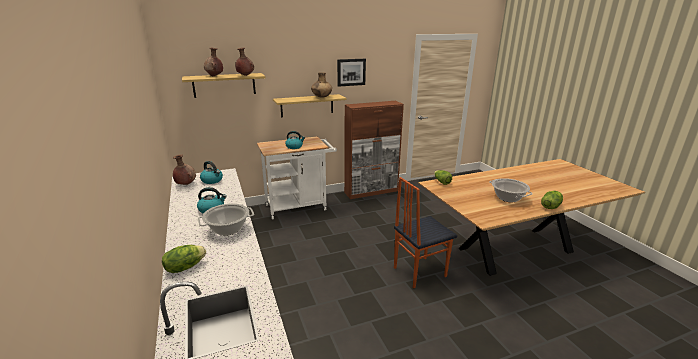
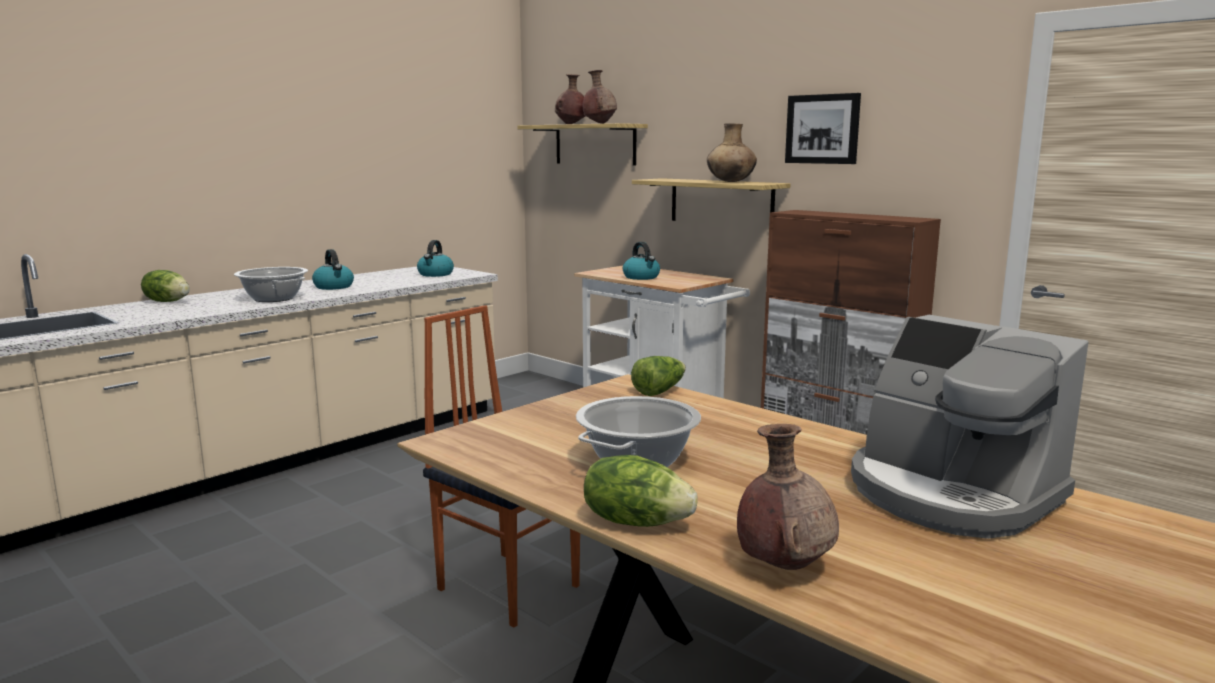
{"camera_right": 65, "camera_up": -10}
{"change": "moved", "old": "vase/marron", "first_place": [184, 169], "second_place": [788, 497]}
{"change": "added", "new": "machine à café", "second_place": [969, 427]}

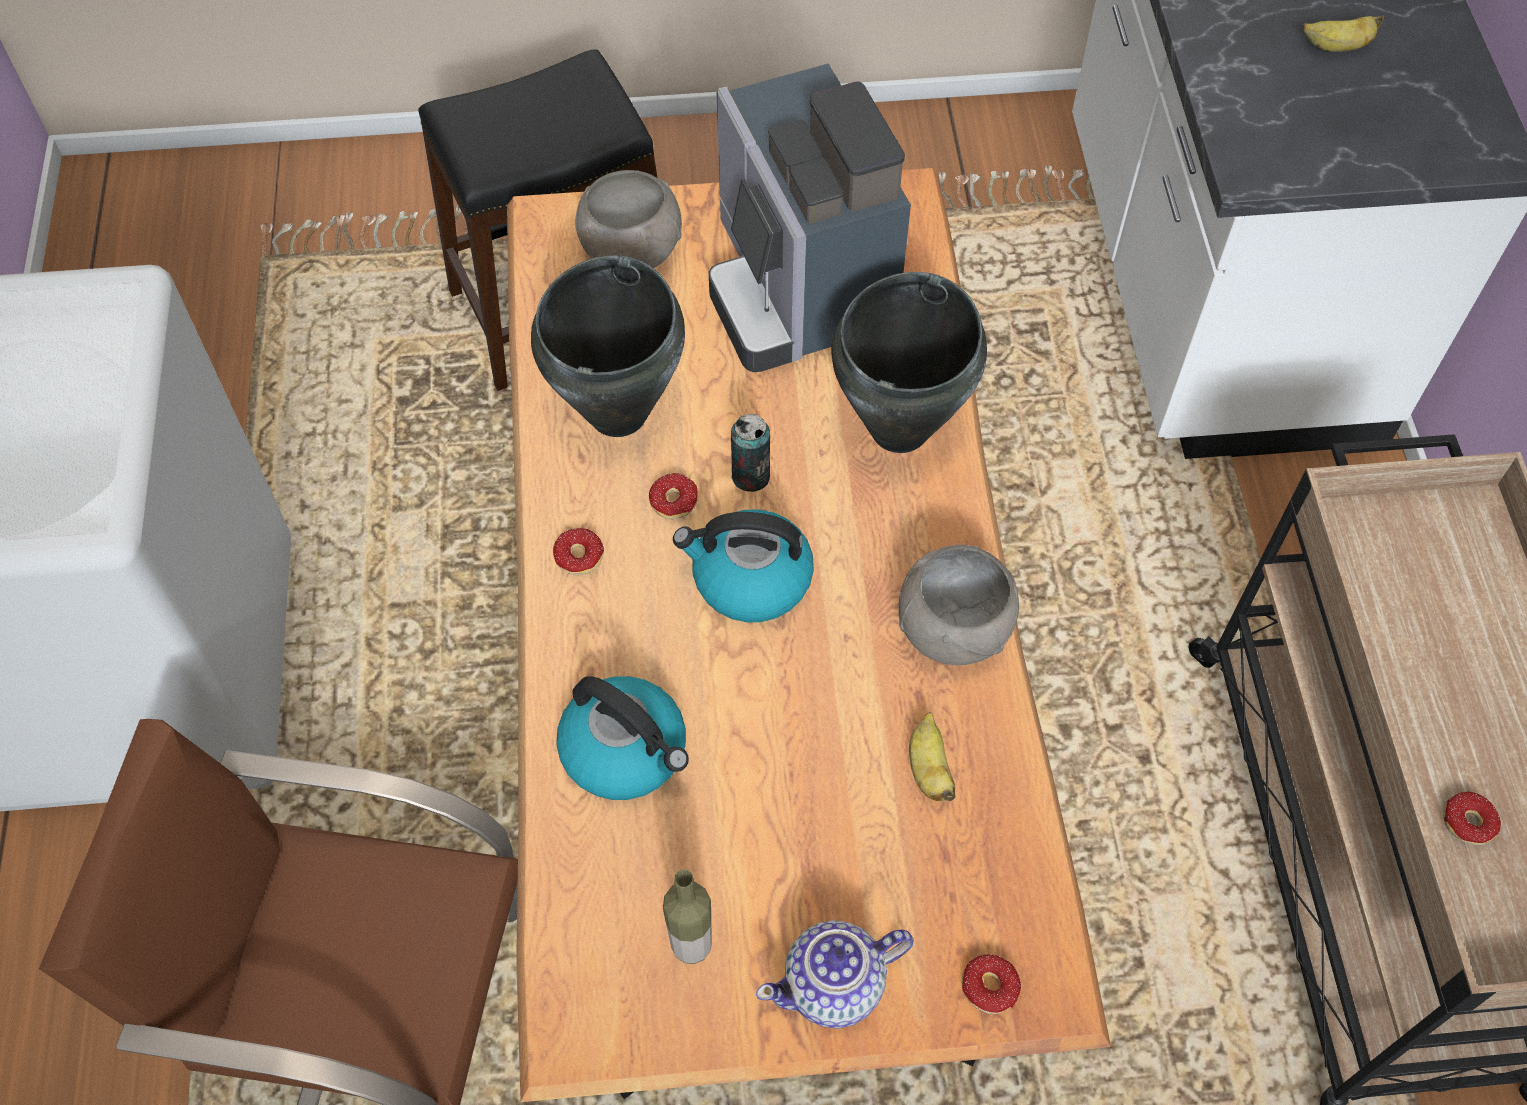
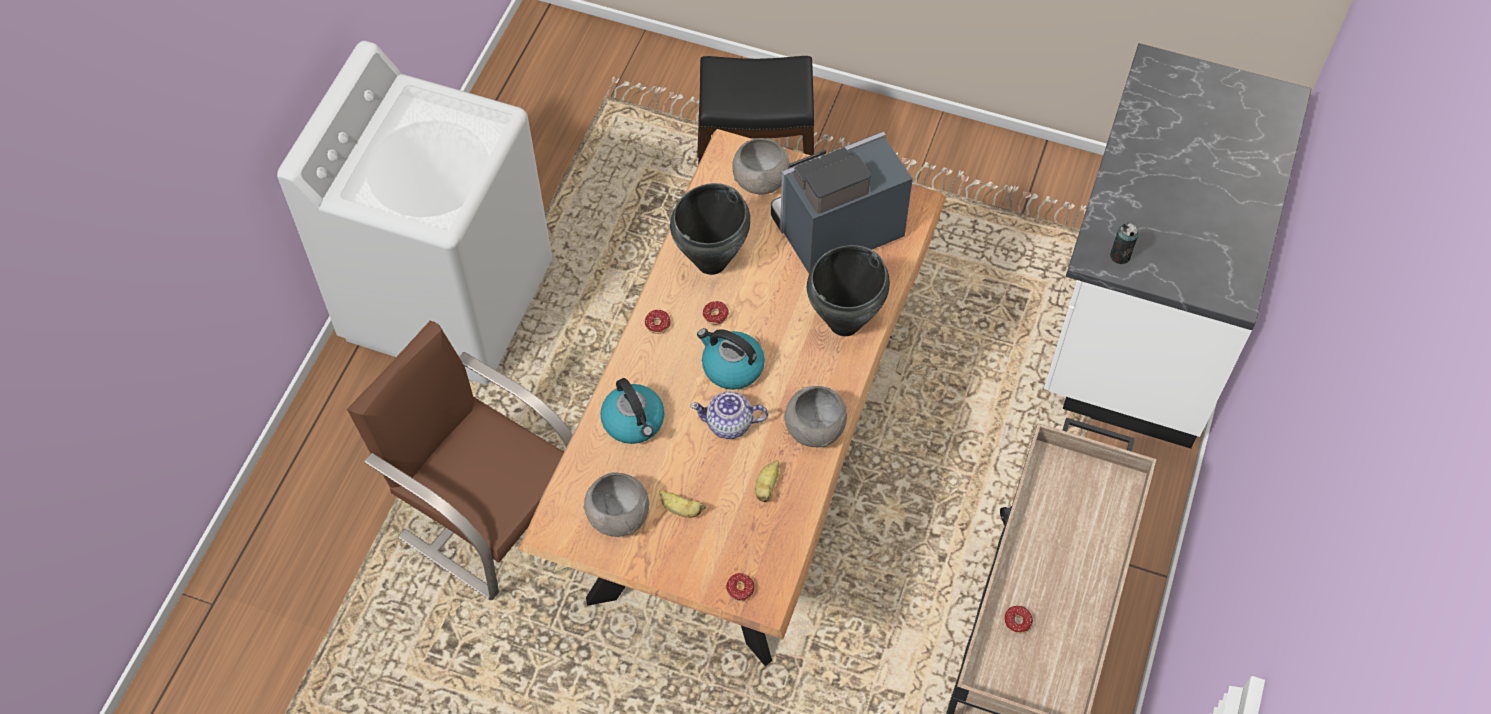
{"camera_right": 25, "camera_up": 0}
{"change": "moved", "old": "banane", "first_place": [1343, 33], "second_place": [682, 504]}
{"change": "turned", "old": "machine à café", "first_place": [810, 217], "second_place": [842, 202], "degrees": 60}
{"change": "moved", "old": "boîte métallique", "first_place": [750, 453], "second_place": [1124, 243]}
{"change": "replaced", "old": "bouteille", "new": "bol/gris", "first_place": [687, 916], "second_place": [616, 504]}
{"change": "moved", "old": "théière", "first_place": [835, 974], "second_place": [729, 415]}

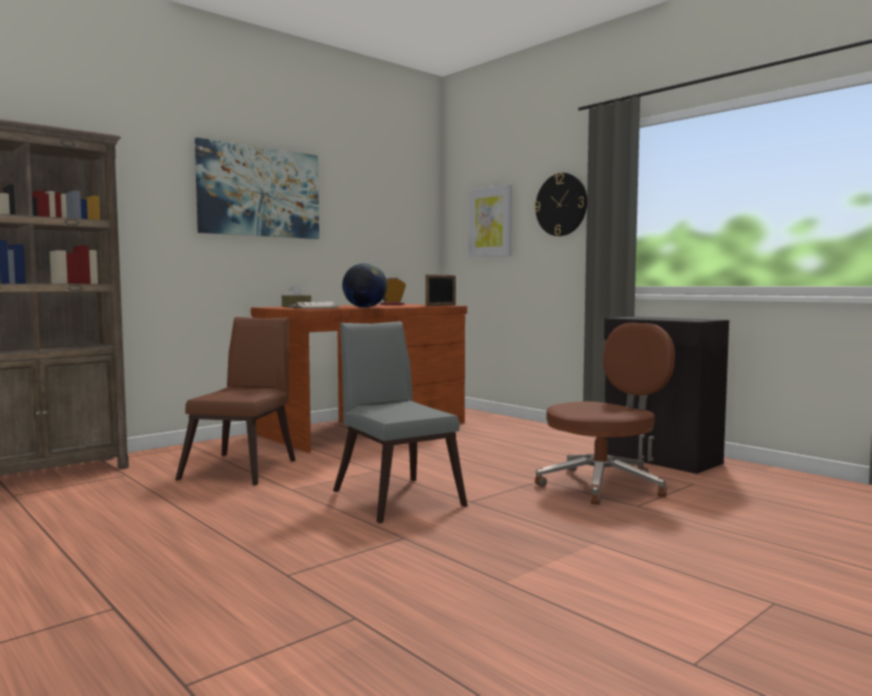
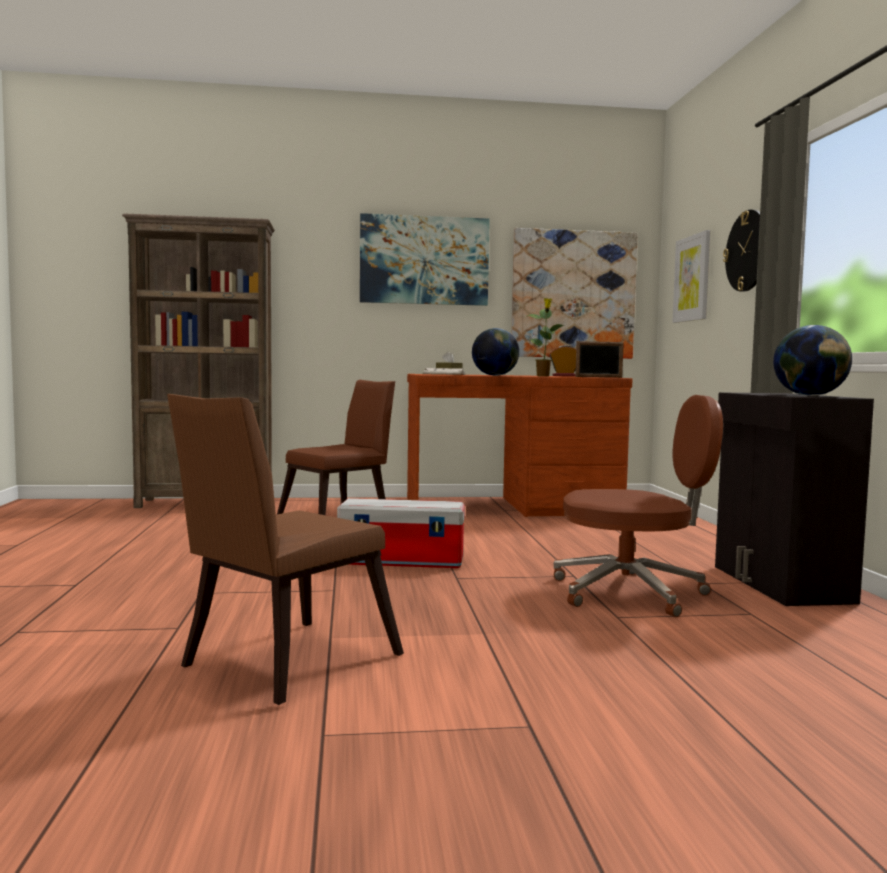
{"camera_right": 35, "camera_up": 0}
{"change": "replaced", "old": "chaise/gris", "new": "boîte de rangement", "first_place": [400, 422], "second_place": [401, 533]}
{"change": "added", "new": "tableau", "second_place": [574, 293]}
{"change": "added", "new": "plante en pot", "second_place": [545, 337]}
{"change": "added", "new": "globe", "second_place": [812, 360]}
{"change": "added", "new": "chaise/marron", "second_place": [285, 549]}

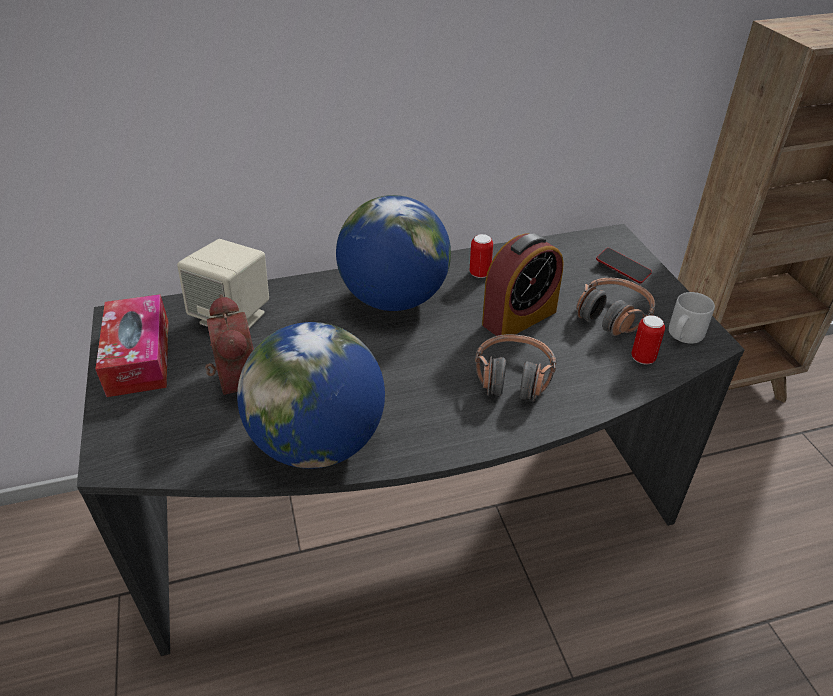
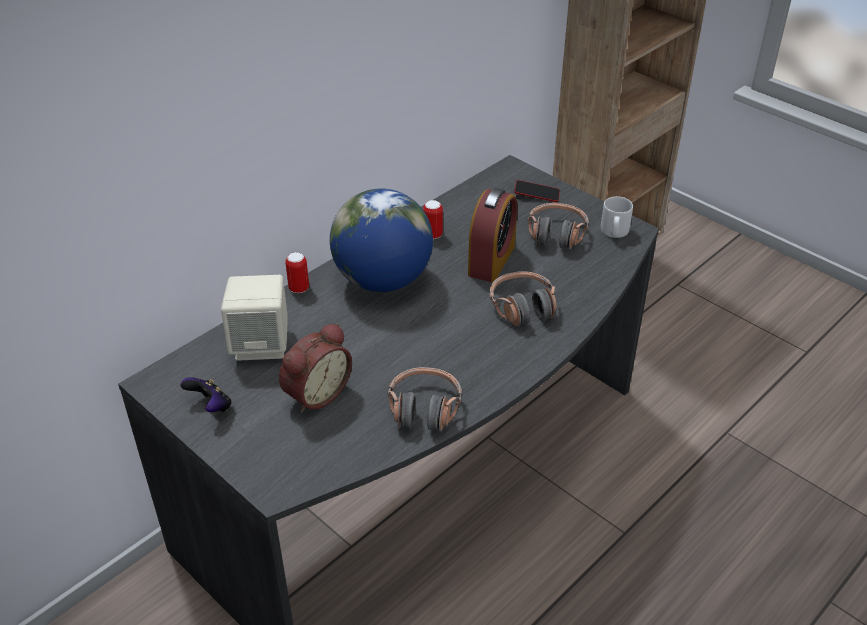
{"camera_right": -30, "camera_up": 0}
{"change": "replaced", "old": "boîte à mouchoirs", "new": "manette", "first_place": [131, 345], "second_place": [206, 394]}
{"change": "turned", "old": "réveil", "first_place": [229, 344], "second_place": [315, 368], "degrees": 90}
{"change": "moved", "old": "boîte métallique", "first_place": [648, 340], "second_place": [297, 272]}
{"change": "replaced", "old": "globe", "new": "casque audio", "first_place": [311, 395], "second_place": [425, 399]}

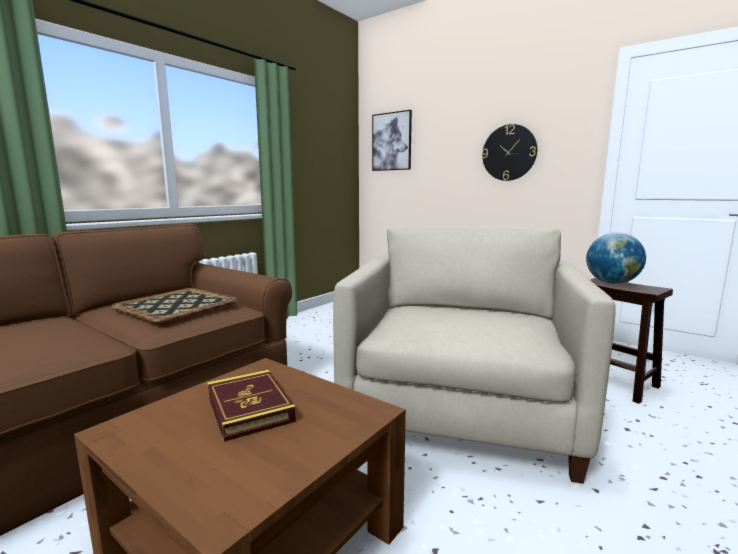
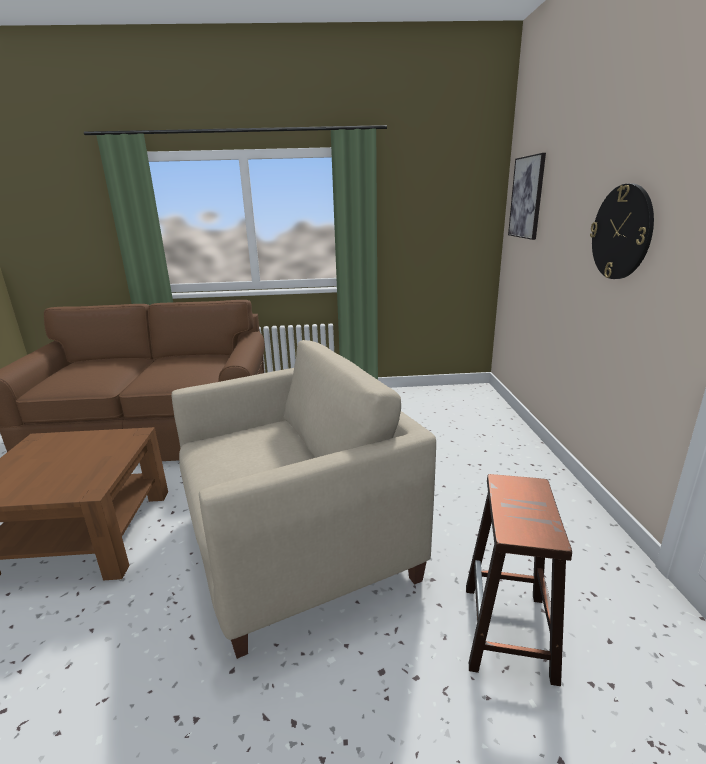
{"camera_right": 50, "camera_up": 10}
{"change": "removed", "old": "globe", "first_place": [616, 258]}
{"change": "removed", "old": "plateau", "first_place": [175, 305]}
{"change": "removed", "old": "livre", "first_place": [251, 406]}

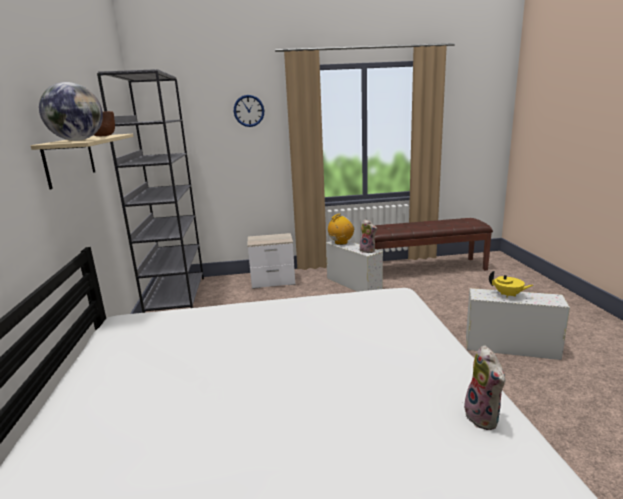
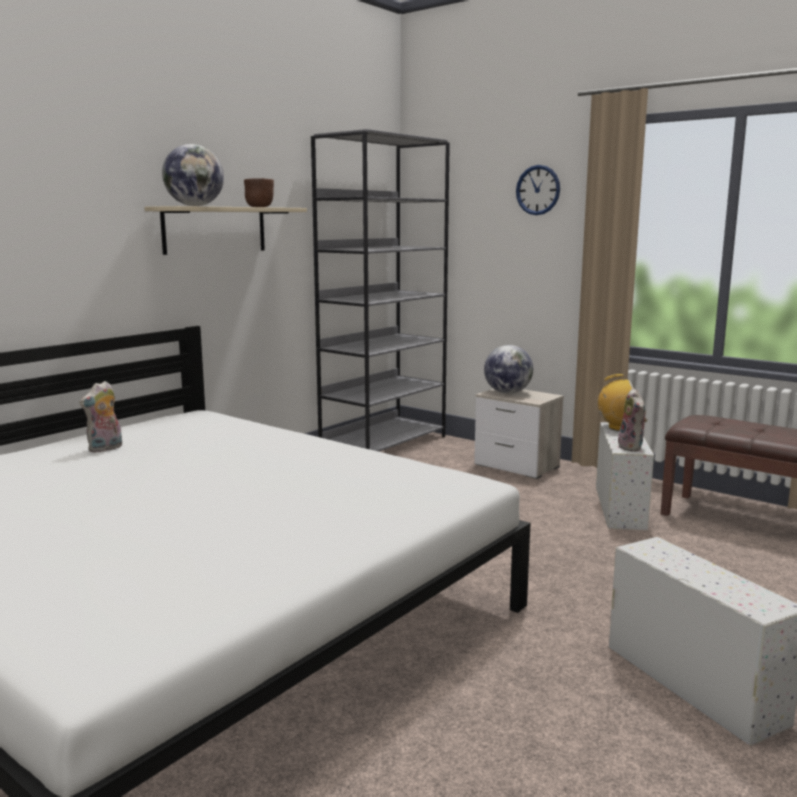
{"camera_right": 45, "camera_up": -5}
{"change": "removed", "old": "théière/jaune", "first_place": [511, 283]}
{"change": "moved", "old": "peluche", "first_place": [484, 387], "second_place": [100, 417]}
{"change": "added", "new": "globe", "second_place": [508, 369]}

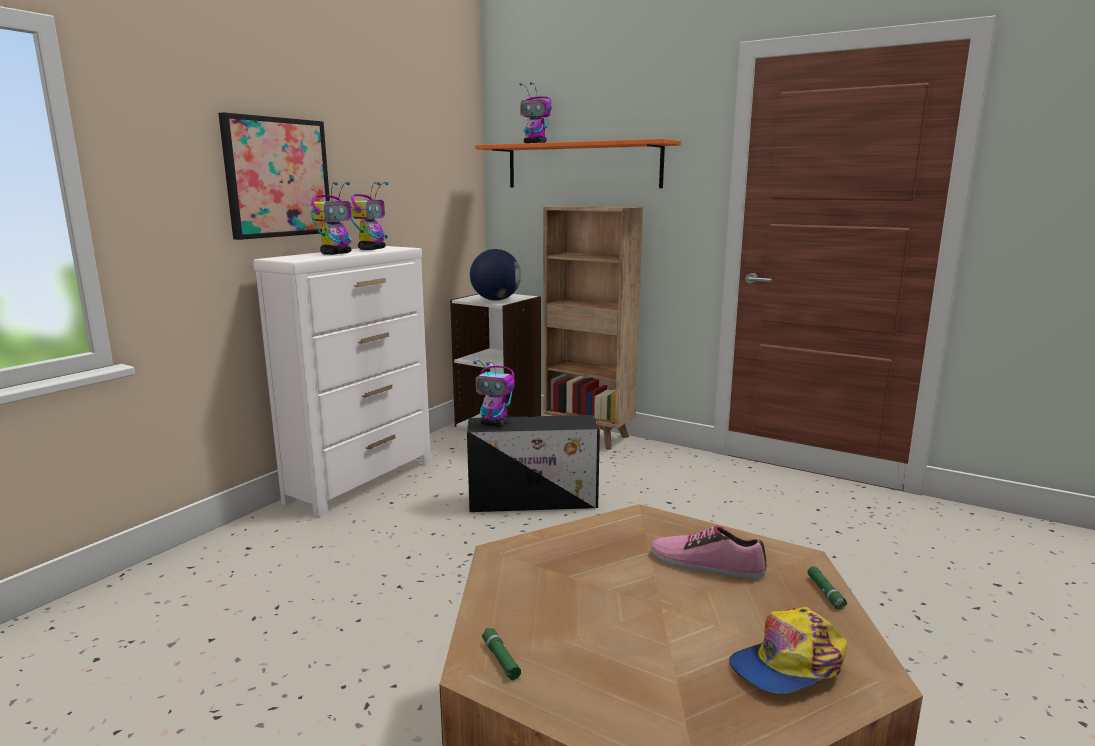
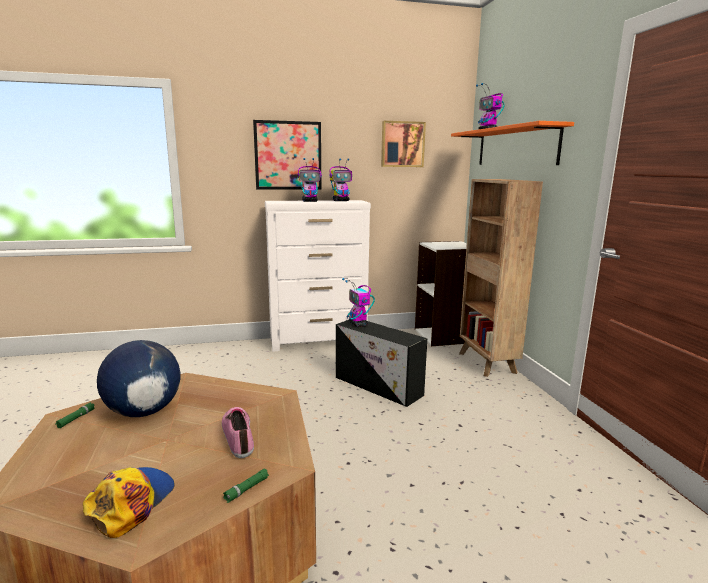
{"camera_right": 45, "camera_up": 0}
{"change": "moved", "old": "globe", "first_place": [495, 275], "second_place": [138, 378]}
{"change": "turned", "old": "casquette", "first_place": [788, 650], "second_place": [129, 502], "degrees": 90}
{"change": "added", "new": "tableau", "second_place": [403, 144]}

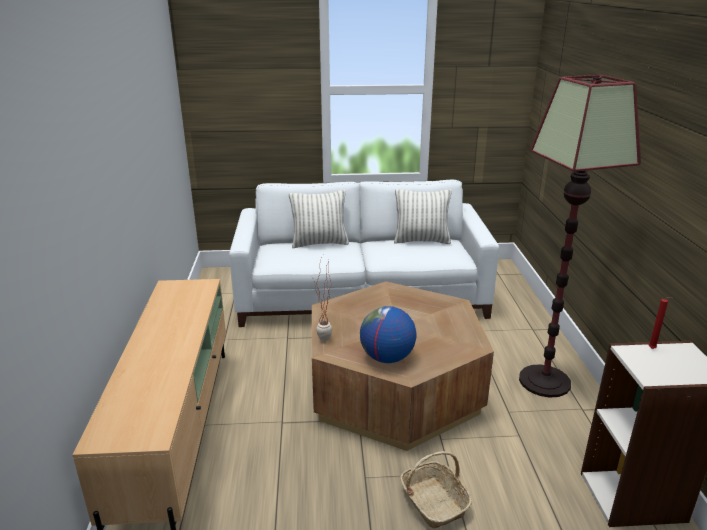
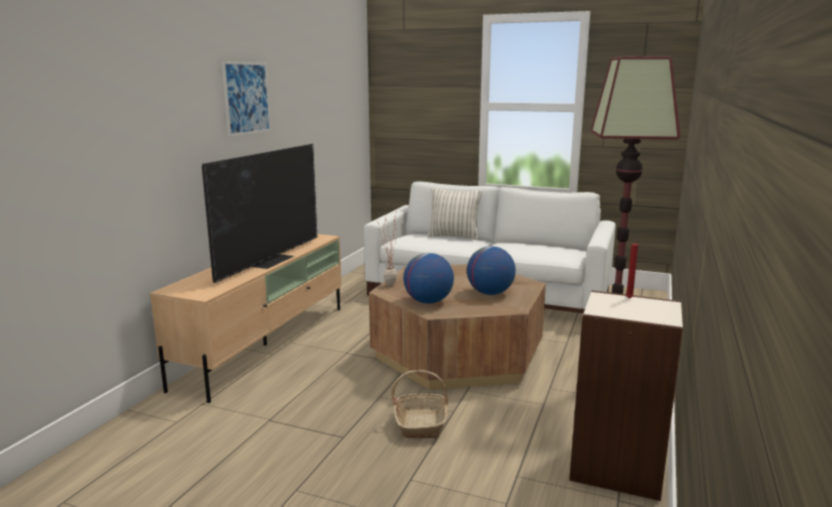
{"camera_right": 25, "camera_up": -10}
{"change": "removed", "old": "coussin", "first_place": [423, 216]}
{"change": "added", "new": "tableau", "second_place": [246, 99]}
{"change": "added", "new": "téléviseur", "second_place": [259, 213]}
{"change": "added", "new": "globe", "second_place": [491, 270]}

